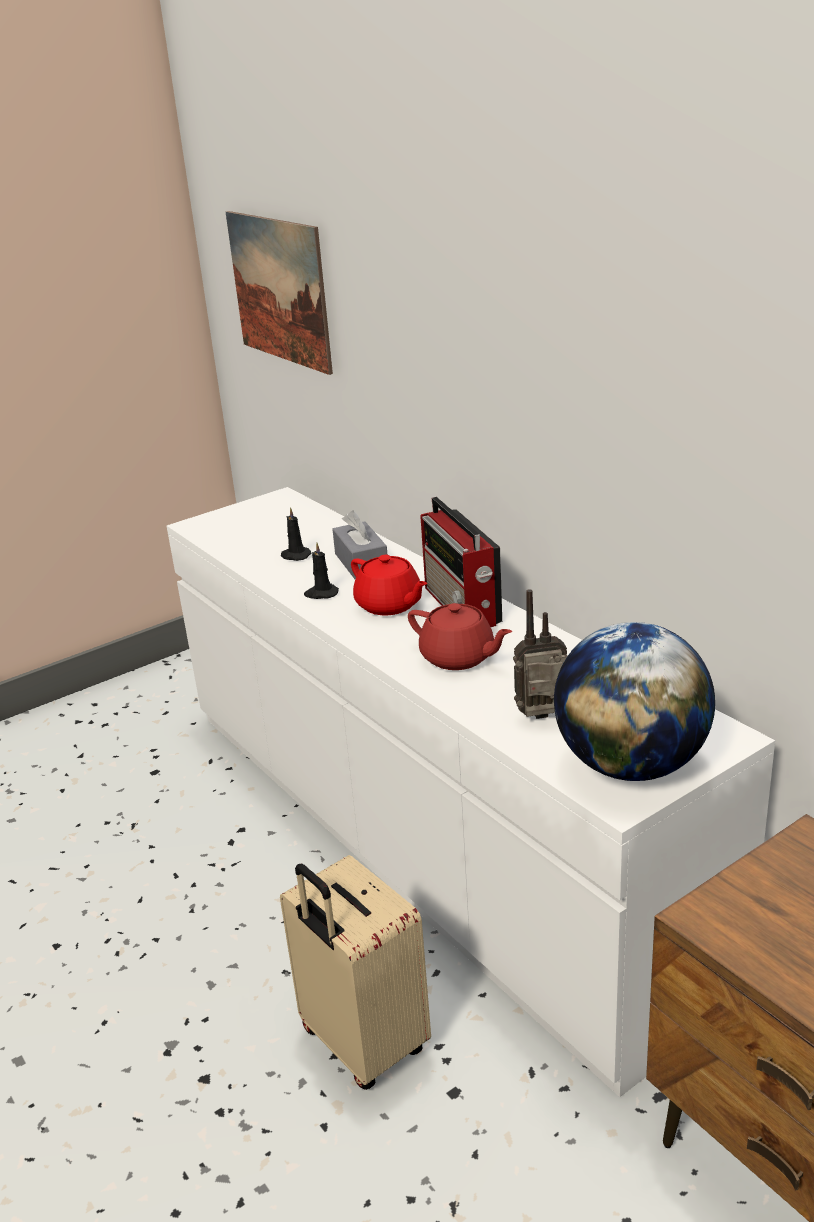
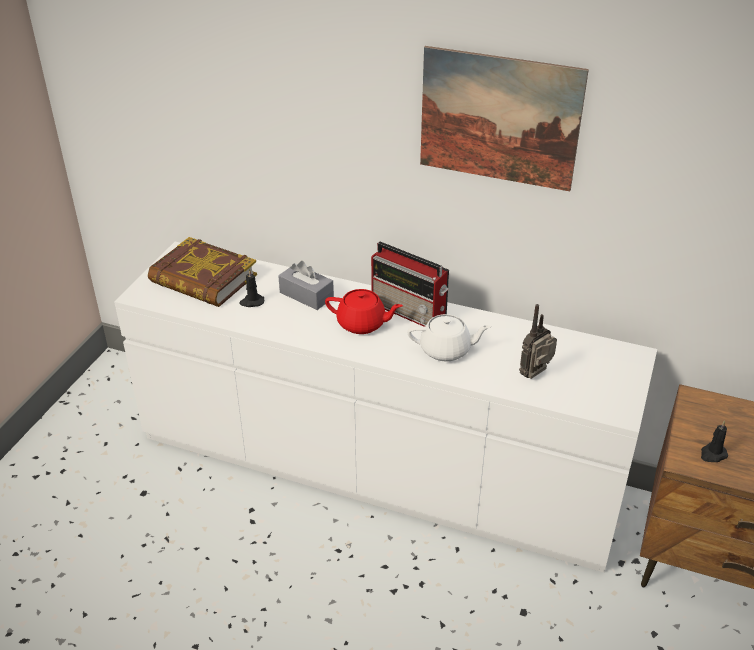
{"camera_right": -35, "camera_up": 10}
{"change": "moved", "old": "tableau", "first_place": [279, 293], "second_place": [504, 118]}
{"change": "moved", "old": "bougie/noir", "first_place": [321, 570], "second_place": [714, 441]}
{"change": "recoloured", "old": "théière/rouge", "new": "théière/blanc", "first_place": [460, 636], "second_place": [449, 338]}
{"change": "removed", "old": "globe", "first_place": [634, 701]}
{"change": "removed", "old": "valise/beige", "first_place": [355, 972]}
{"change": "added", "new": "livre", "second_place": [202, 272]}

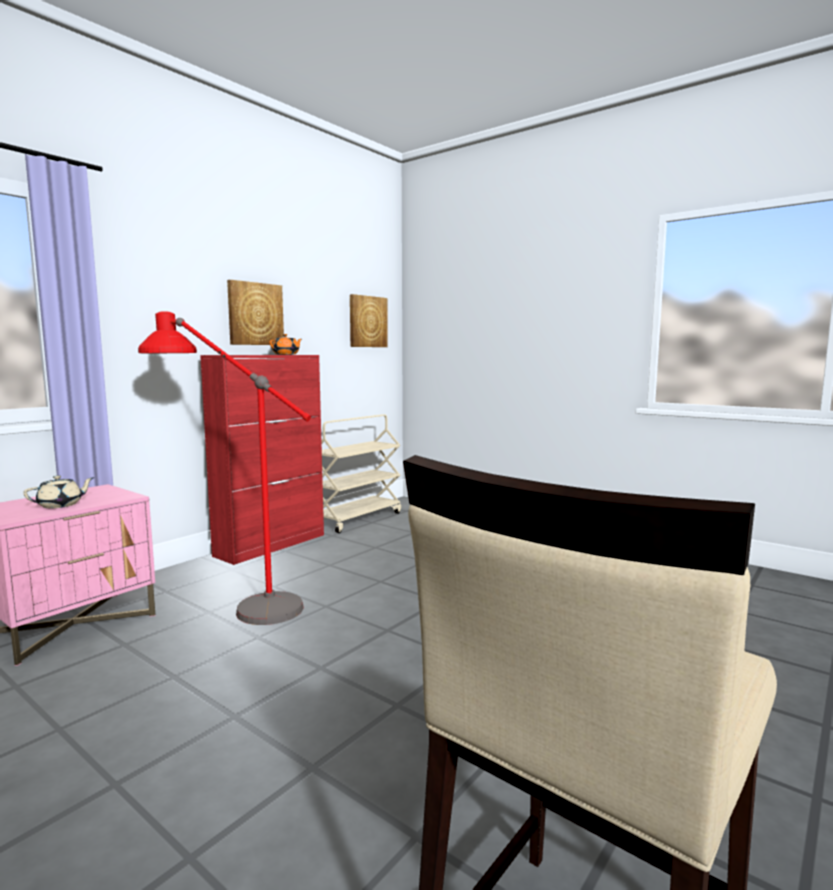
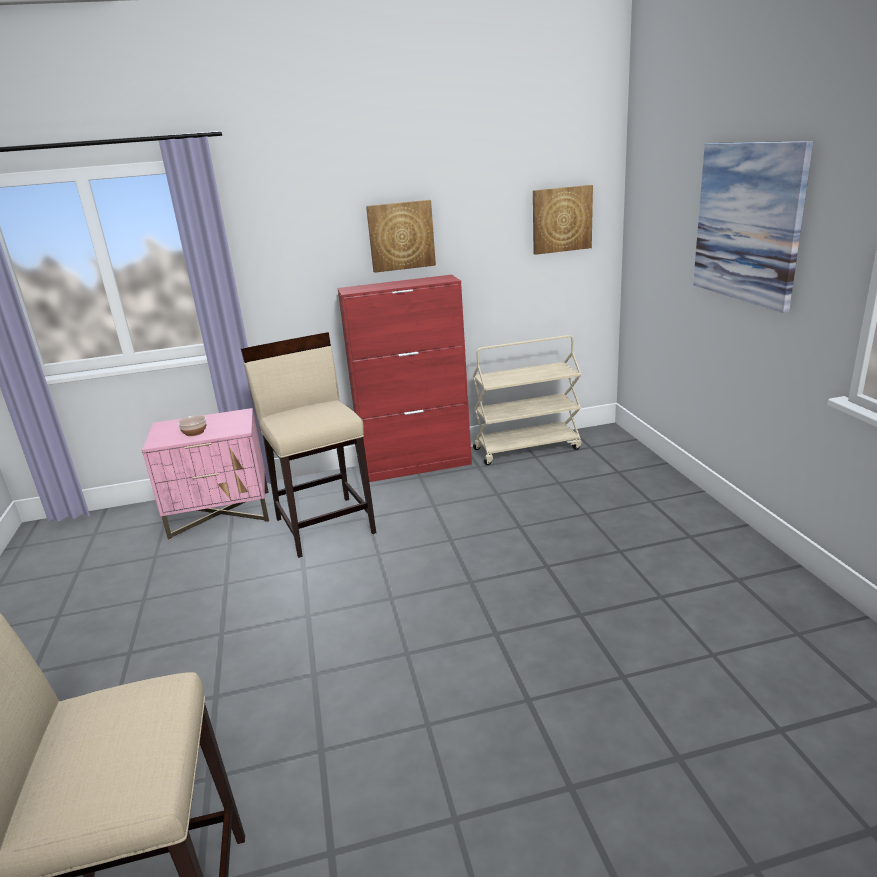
{"camera_right": 40, "camera_up": 15}
{"change": "replaced", "old": "lampadaire/rouge", "new": "tabouret/beige", "first_place": [224, 468], "second_place": [308, 445]}
{"change": "removed", "old": "théière/orange", "first_place": [285, 344]}
{"change": "replaced", "old": "théière/beige", "new": "bol", "first_place": [59, 491], "second_place": [192, 425]}
{"change": "added", "new": "tableau", "second_place": [753, 227]}

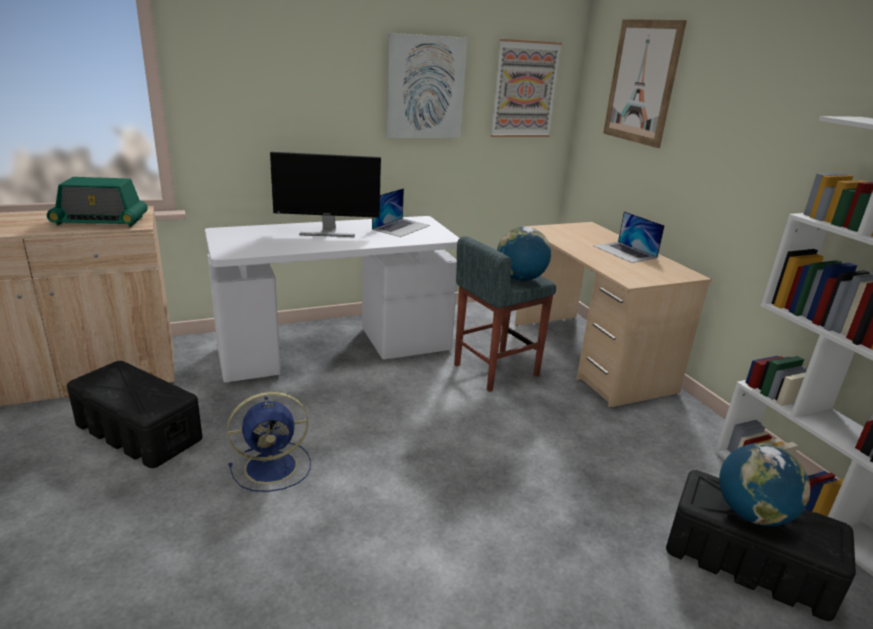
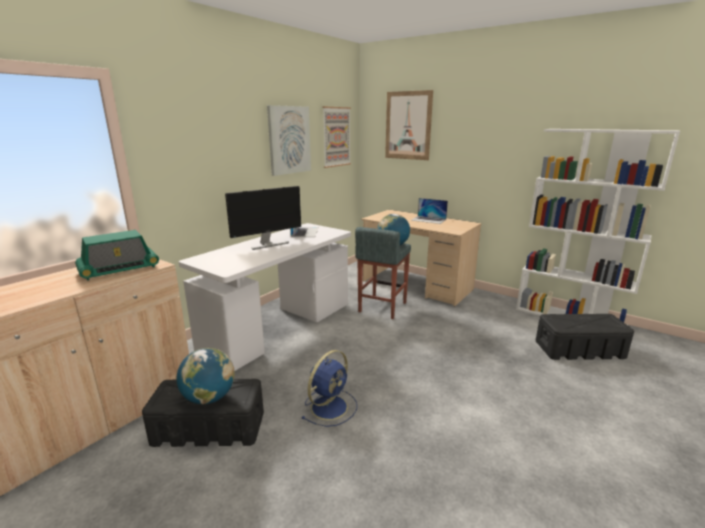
{"camera_right": -30, "camera_up": -5}
{"change": "moved", "old": "globe", "first_place": [764, 484], "second_place": [205, 376]}

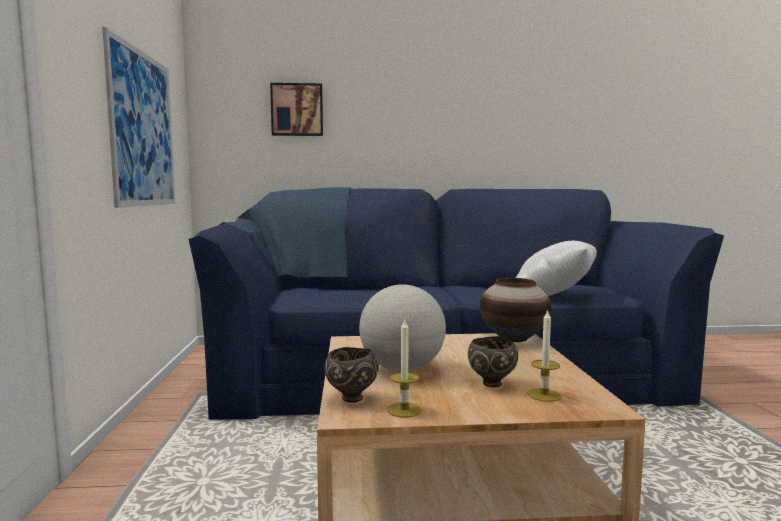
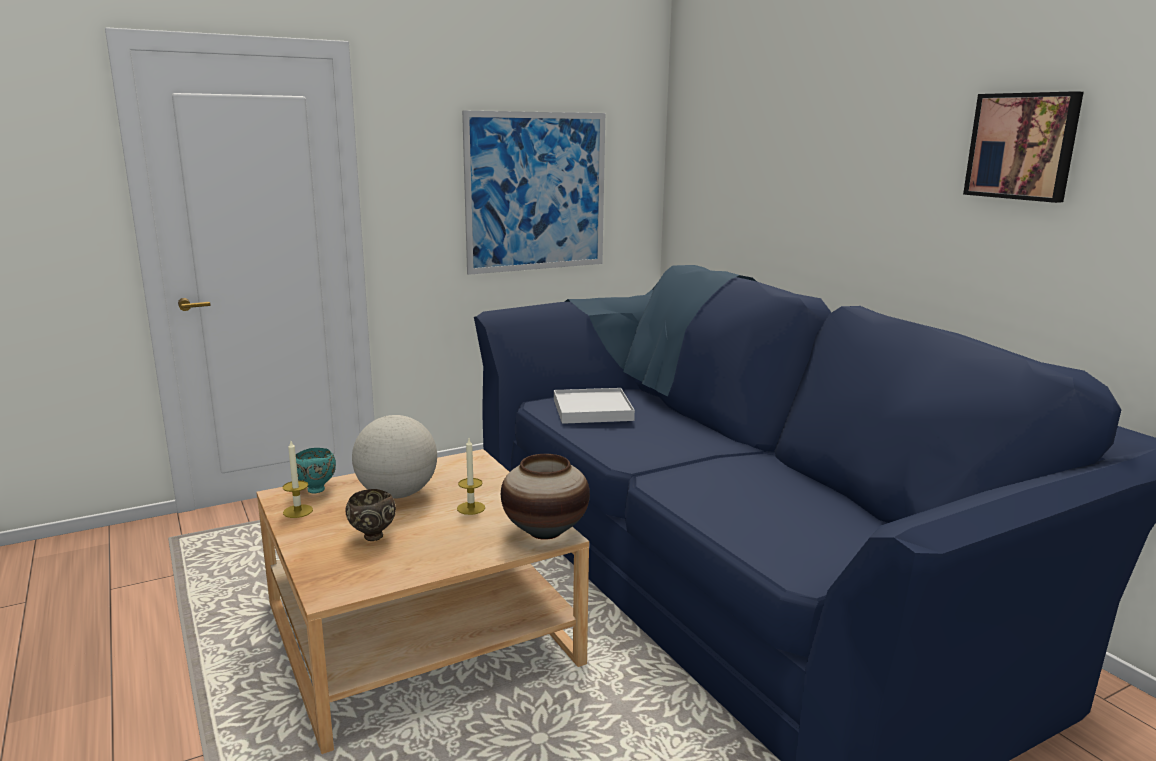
{"camera_right": 65, "camera_up": 10}
{"change": "moved", "old": "tableau", "first_place": [296, 109], "second_place": [1023, 147]}
{"change": "removed", "old": "coussin/blanc", "first_place": [556, 268]}
{"change": "moved", "old": "bougie", "first_place": [544, 355], "second_place": [471, 477]}
{"change": "recoloured", "old": "bol/marron", "new": "bol/turquoise", "first_place": [351, 375], "second_place": [316, 471]}
{"change": "added", "new": "plateau/blanc", "second_place": [594, 406]}

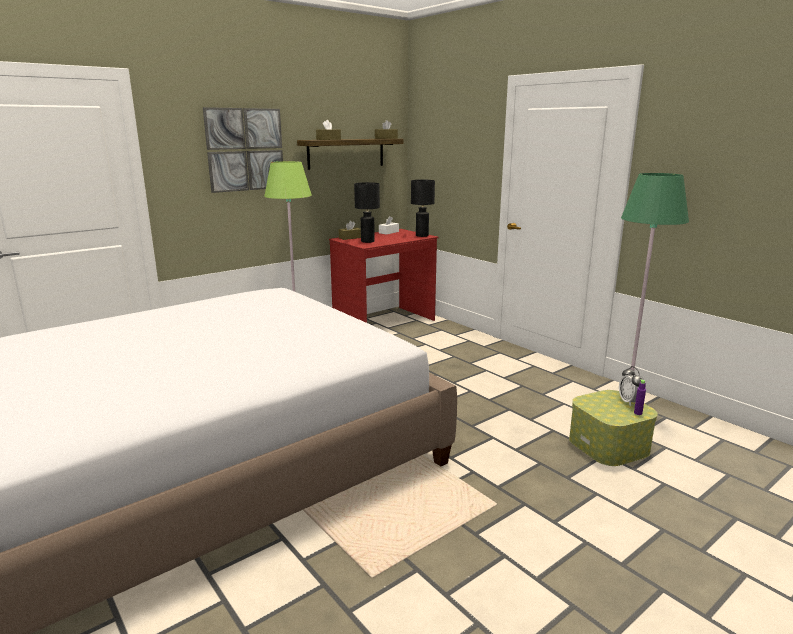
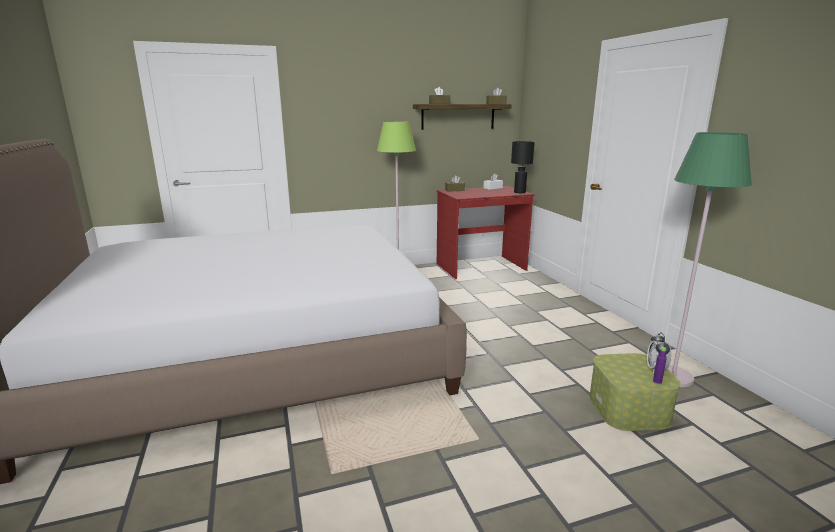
{"camera_right": 20, "camera_up": 0}
{"change": "removed", "old": "tableau", "first_place": [243, 150]}
{"change": "removed", "old": "lampe de table/noir", "first_place": [367, 212]}

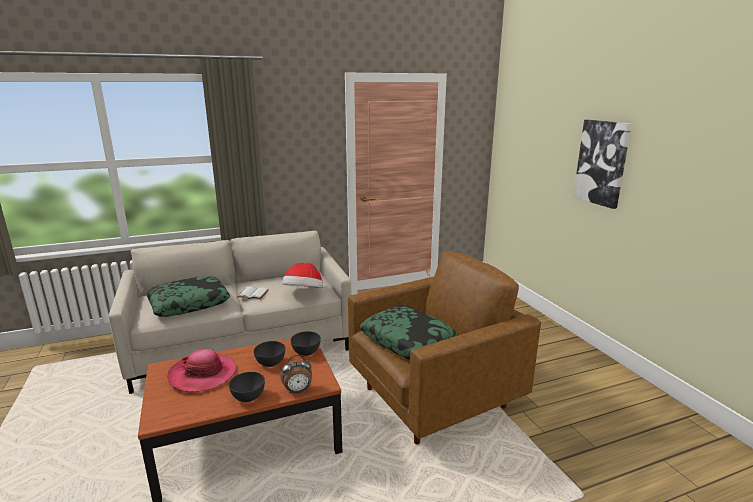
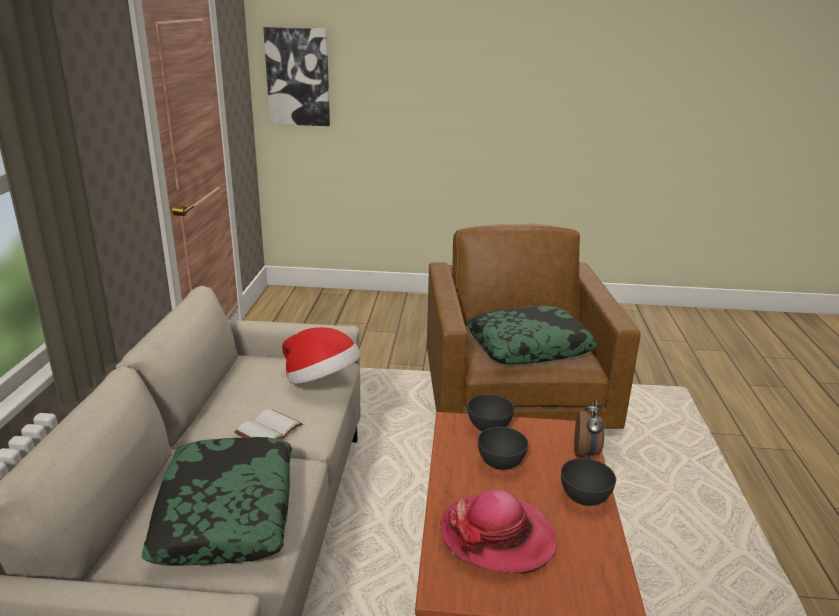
{"camera_right": -65, "camera_up": 5}
{"change": "moved", "old": "tableau", "first_place": [602, 164], "second_place": [296, 76]}

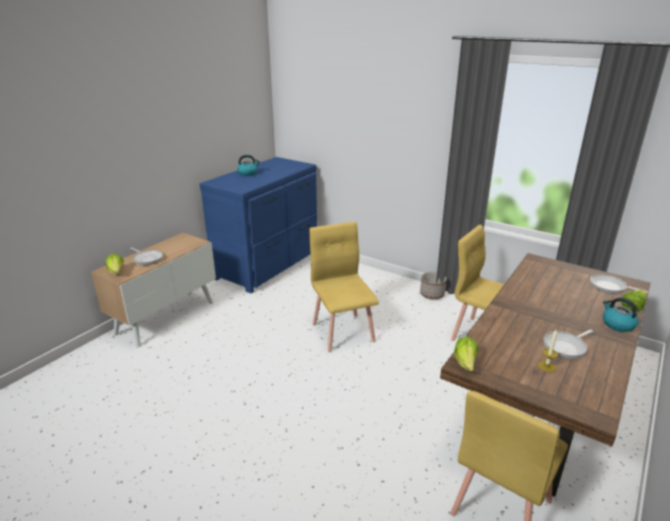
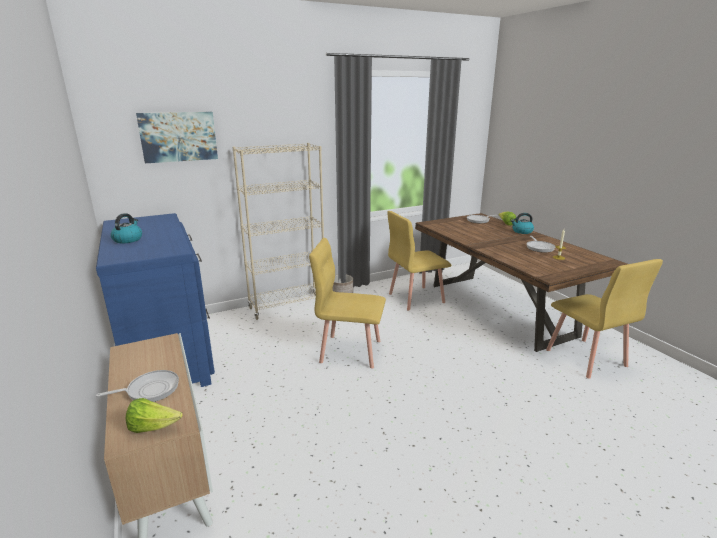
{"camera_right": -60, "camera_up": -5}
{"change": "removed", "old": "laitue", "first_place": [466, 353]}
{"change": "added", "new": "tableau", "second_place": [177, 137]}
{"change": "added", "new": "bibliothèque/beige", "second_place": [278, 231]}

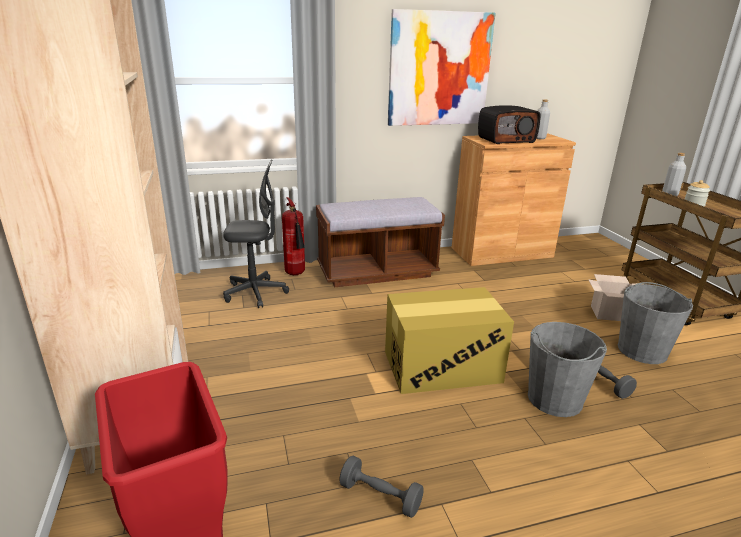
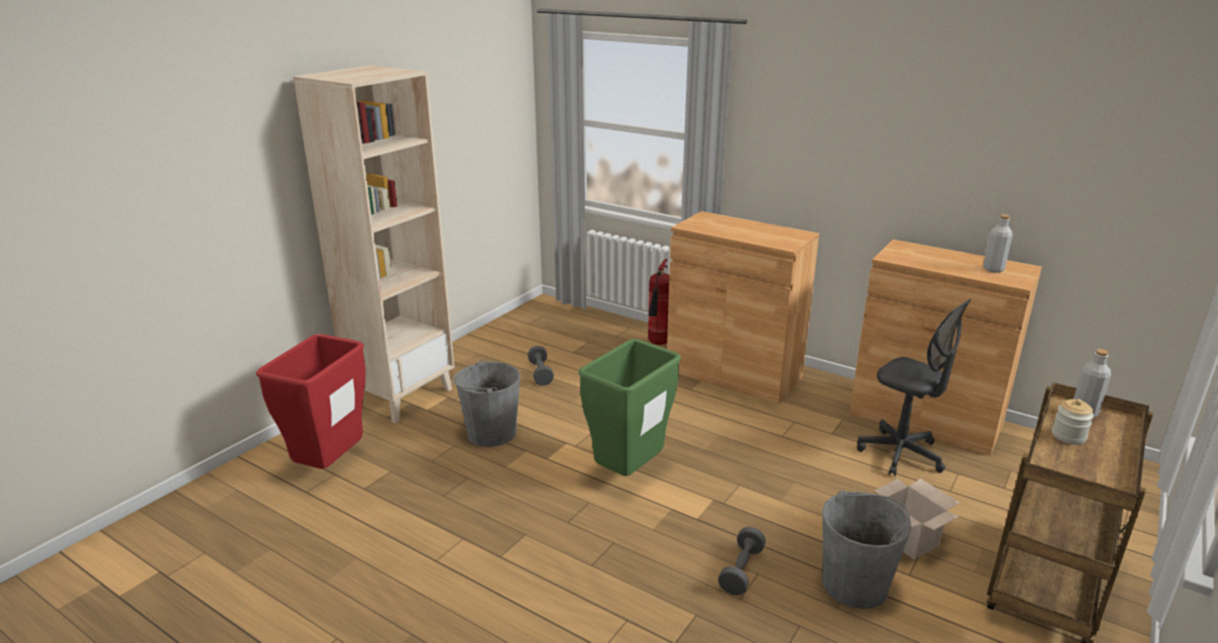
{"camera_right": 50, "camera_up": 0}
{"change": "removed", "old": "tableau", "first_place": [442, 67]}
{"change": "removed", "old": "radio", "first_place": [509, 124]}
{"change": "moved", "old": "chaise de bureau/gris", "first_place": [256, 233], "second_place": [914, 387]}
{"change": "replaced", "old": "banc/marron", "new": "meuble de rangement/marron", "first_place": [380, 242], "second_place": [743, 307]}
{"change": "replaced", "old": "carton", "new": "poubelle/vert", "first_place": [449, 340], "second_place": [629, 407]}
{"change": "moved", "old": "seau/gris", "first_place": [567, 369], "second_place": [486, 403]}
{"change": "moved", "old": "haltère/gris", "first_place": [381, 487], "second_place": [541, 366]}

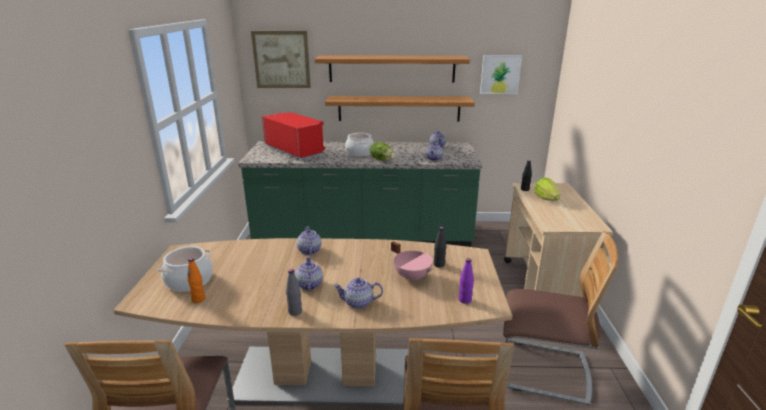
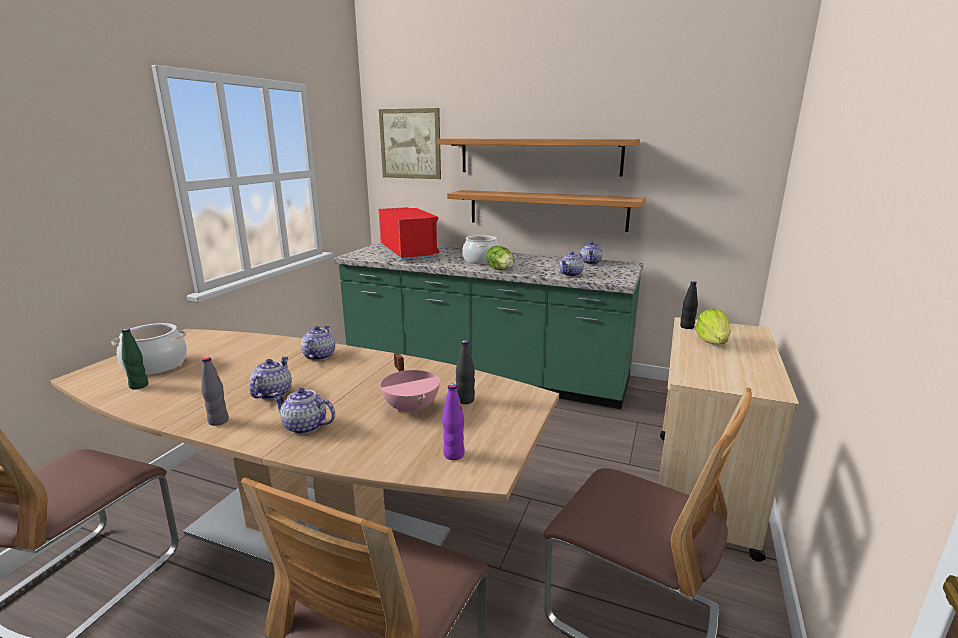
{"camera_right": 20, "camera_up": -5}
{"change": "removed", "old": "tableau", "first_place": [501, 74]}
{"change": "recoloured", "old": "bouteille/orange", "new": "bouteille/vert", "first_place": [196, 280], "second_place": [135, 359]}

